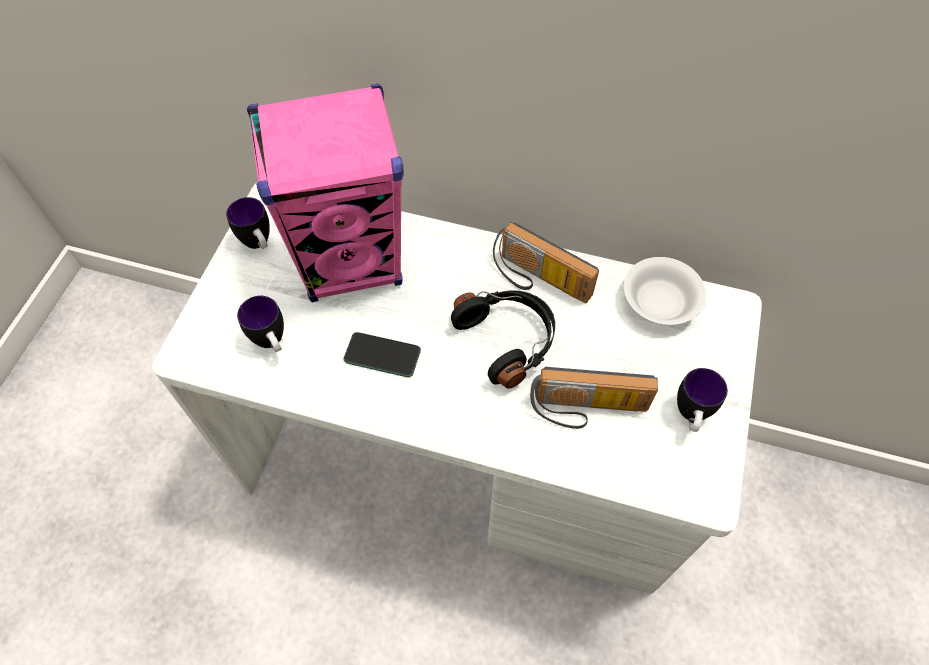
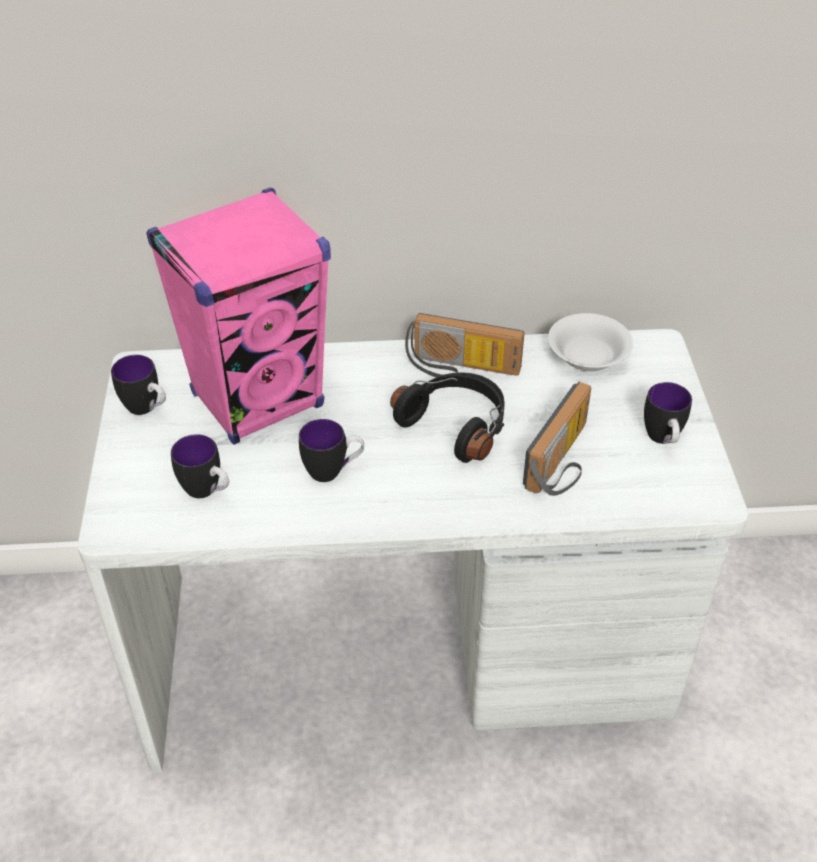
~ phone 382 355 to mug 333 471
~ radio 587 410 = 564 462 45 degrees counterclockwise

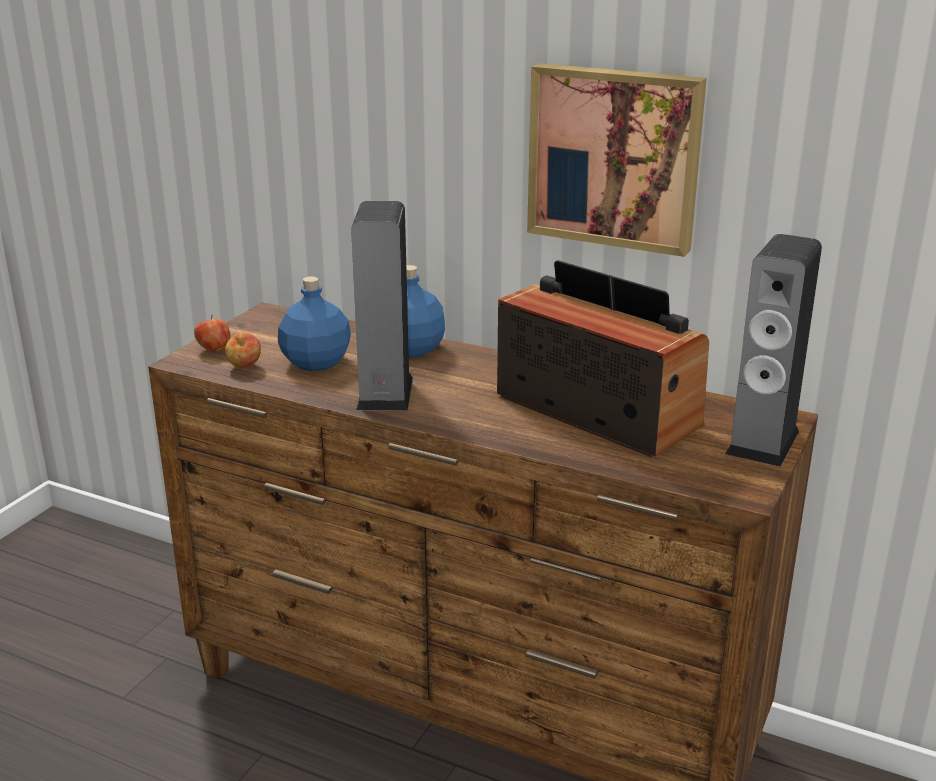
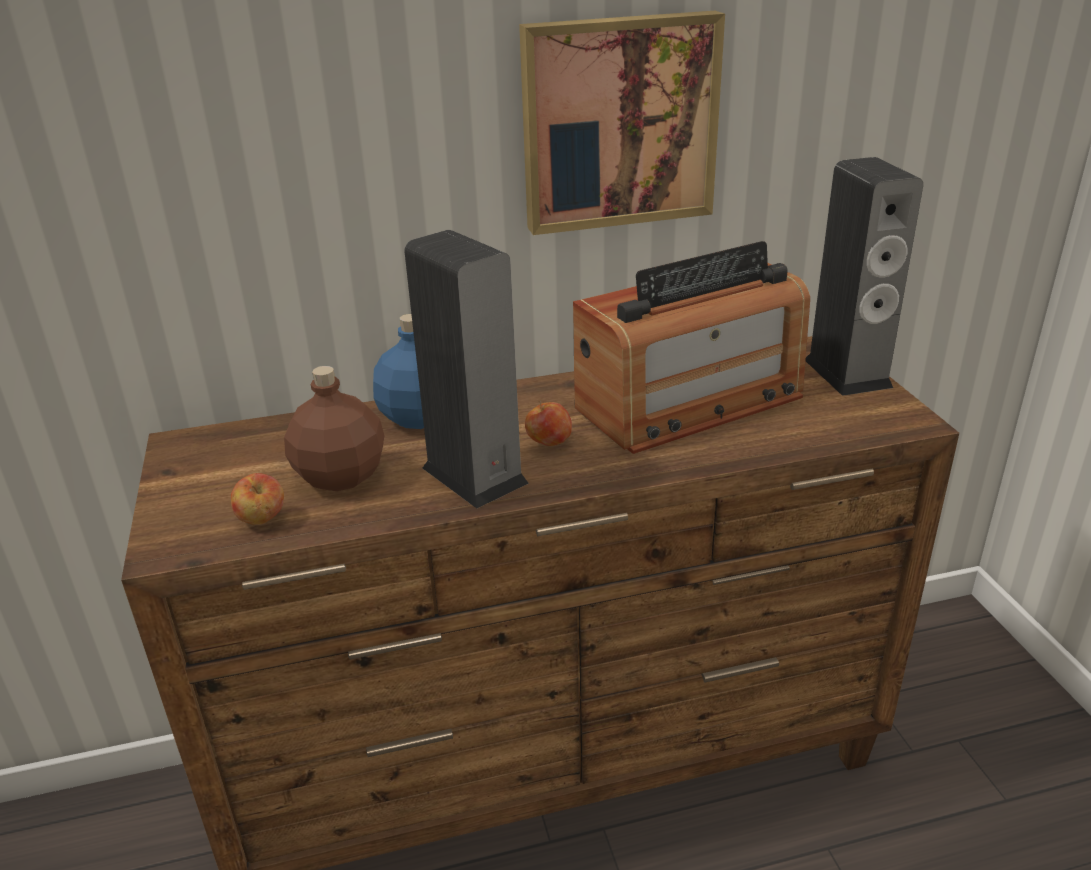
~ blue bottle 315 362 to brown bottle 339 476
~ apple 214 350 to 548 443
~ radio 598 411 = 690 402 150 degrees clockwise

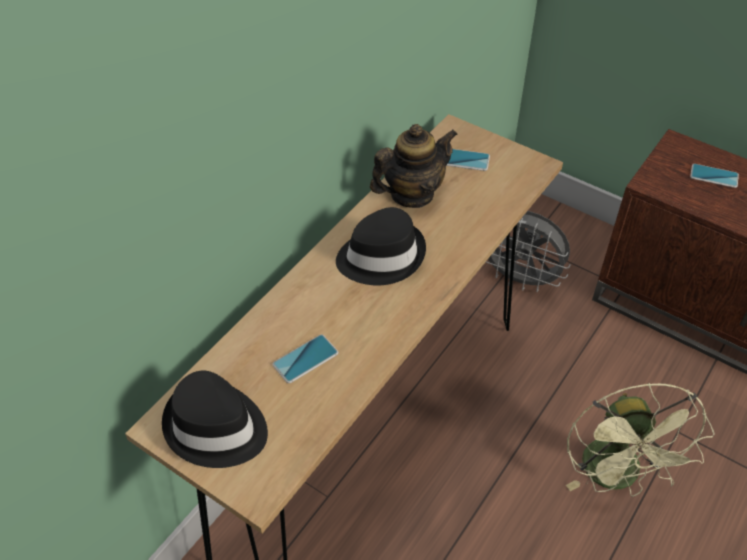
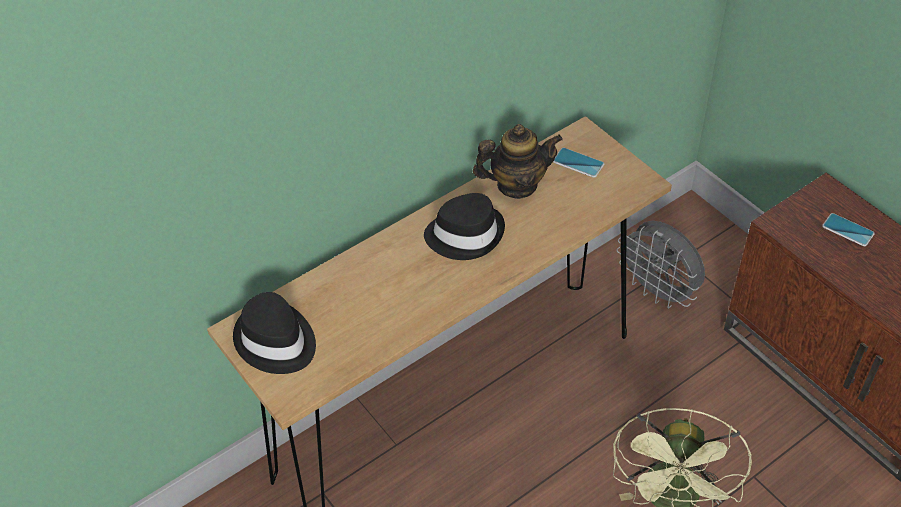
- phone 305 359

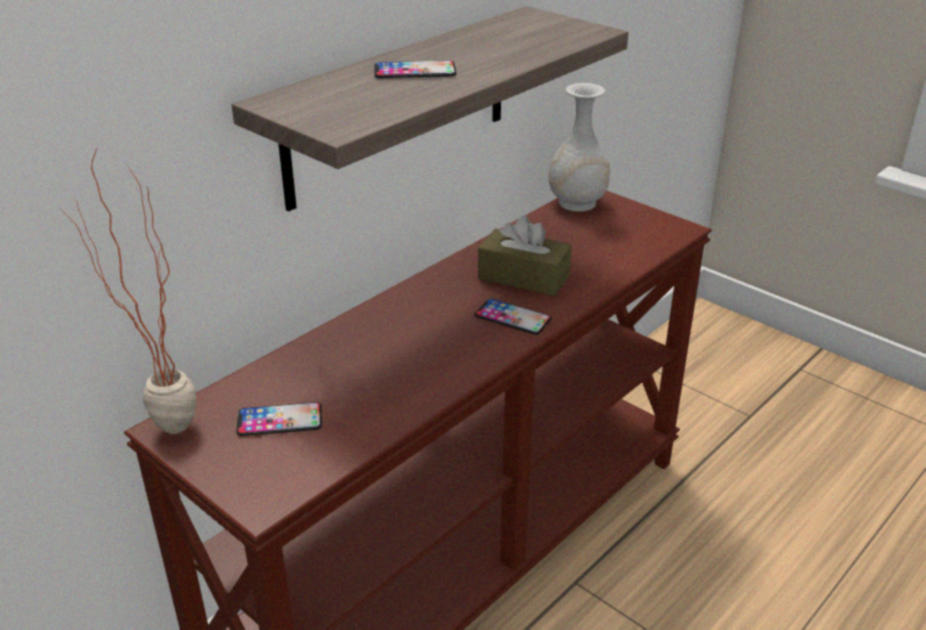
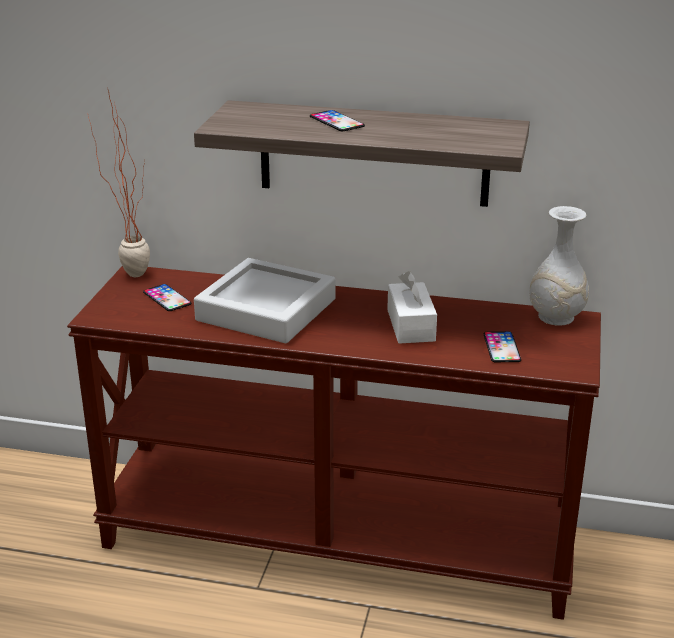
+ grey tray 266 310
~ brown tissue box 523 277 to white tissue box 411 325
~ phone 512 317 to 501 347

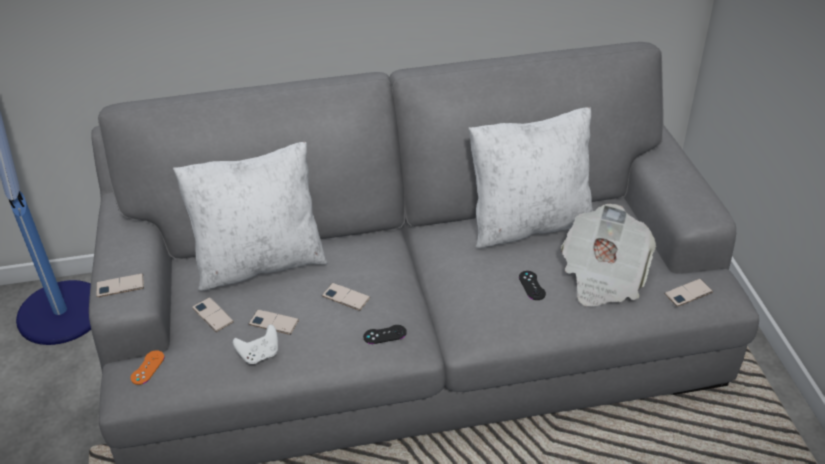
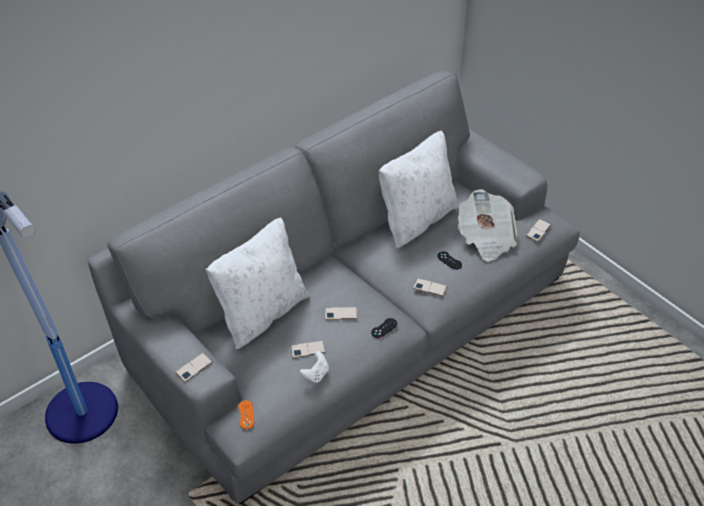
~ phone 212 315 to 429 287

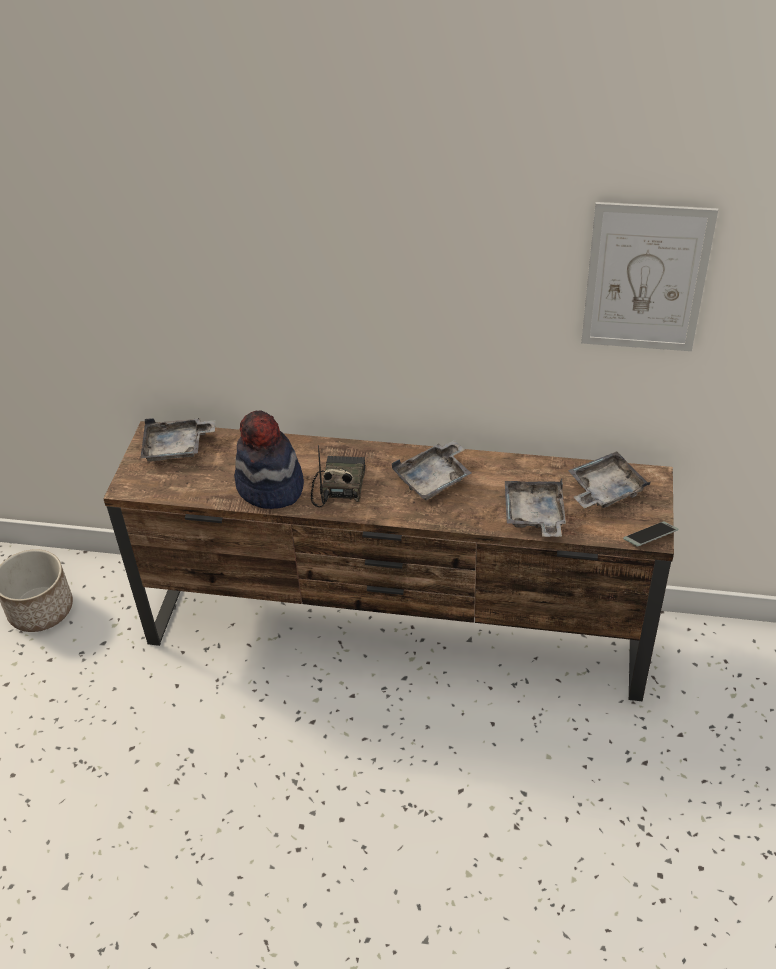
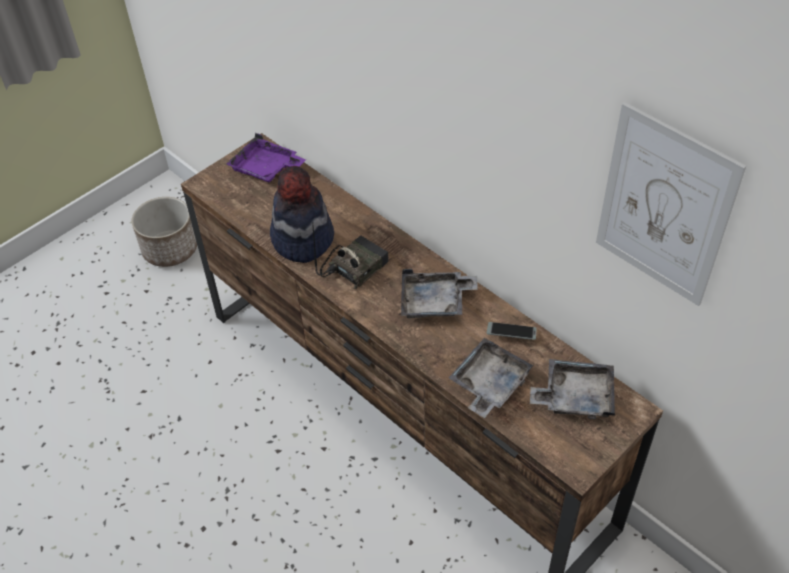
~ grey tray 177 447 to purple tray 266 168
~ phone 649 538 to 511 334

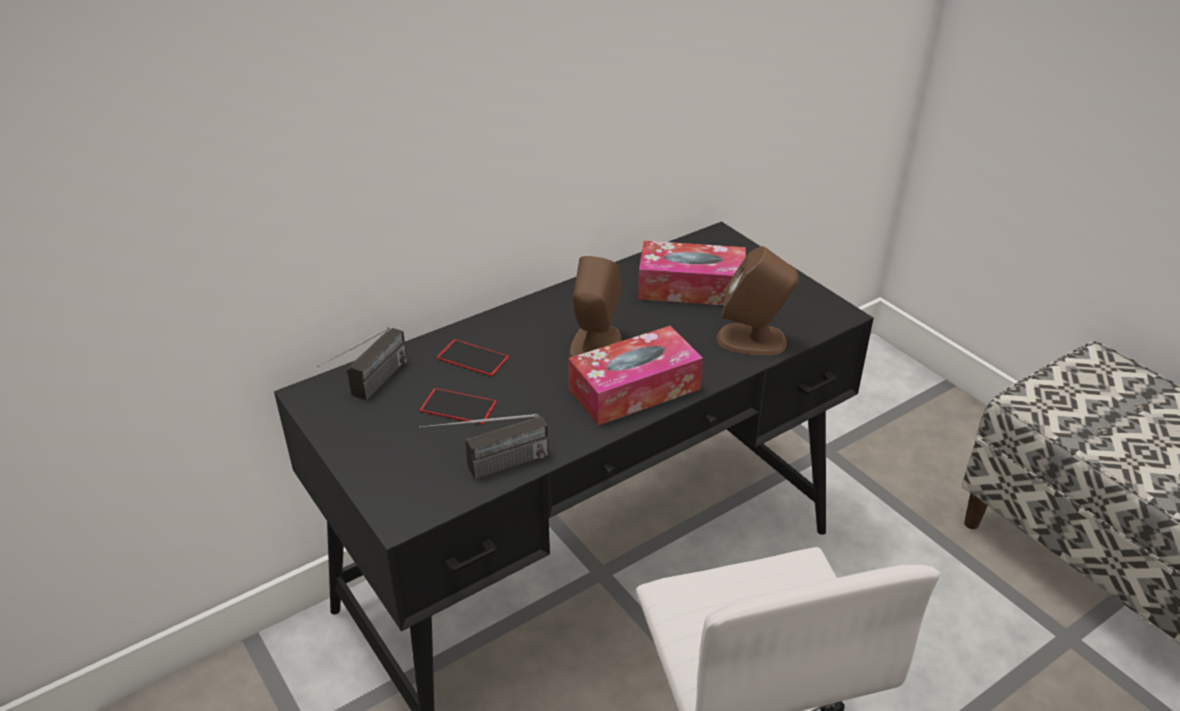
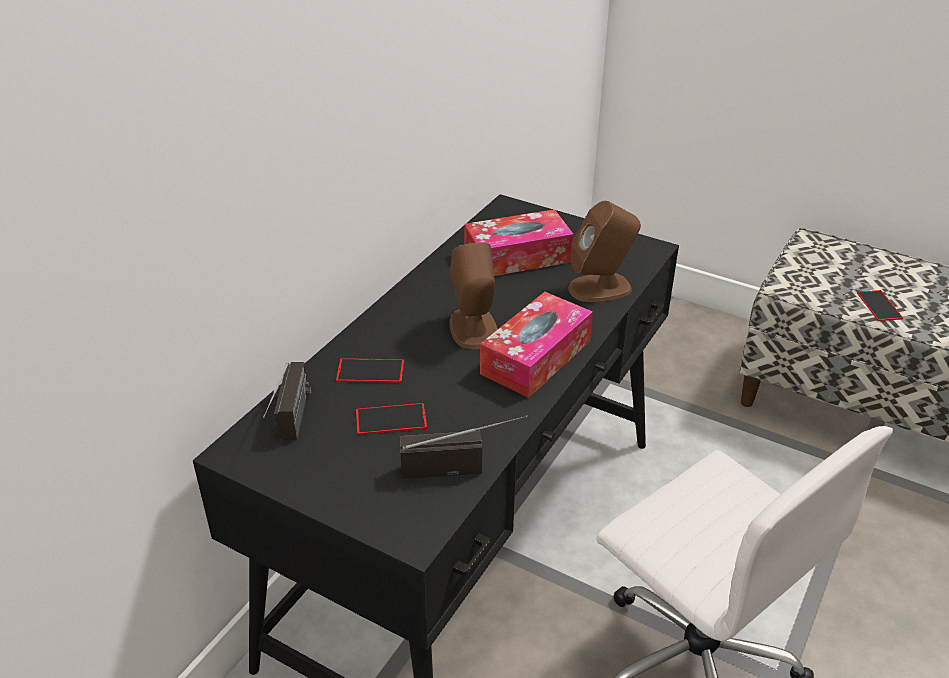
~ radio 489 469 = 462 466 135 degrees counterclockwise
+ phone 879 305

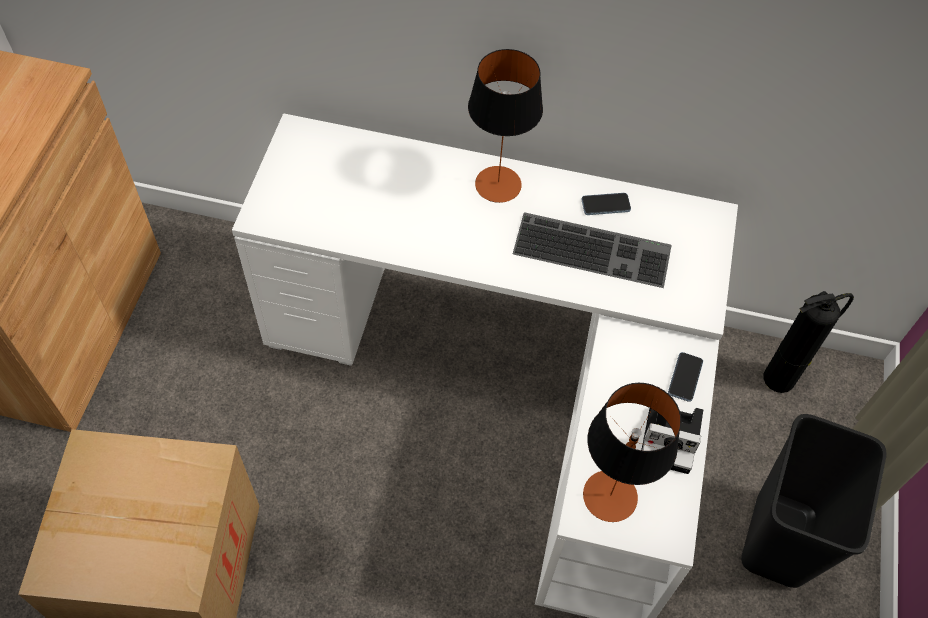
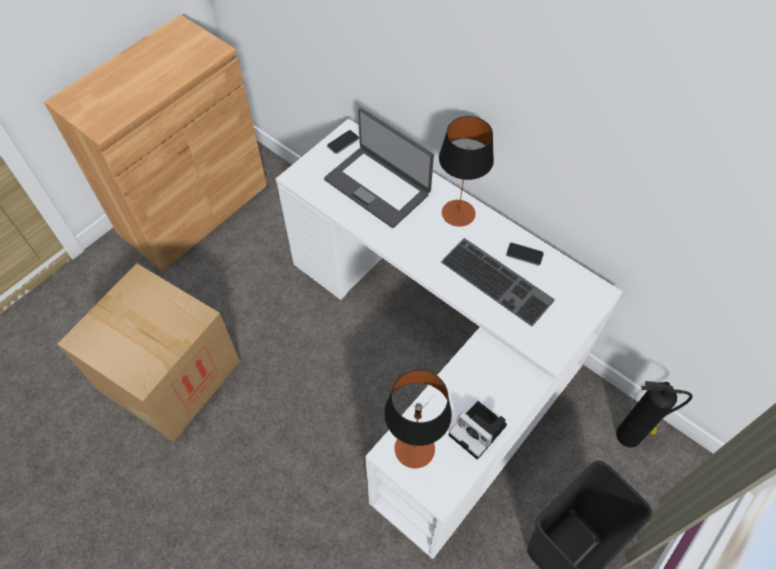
+ laptop 378 186
~ phone 685 377 to 343 142

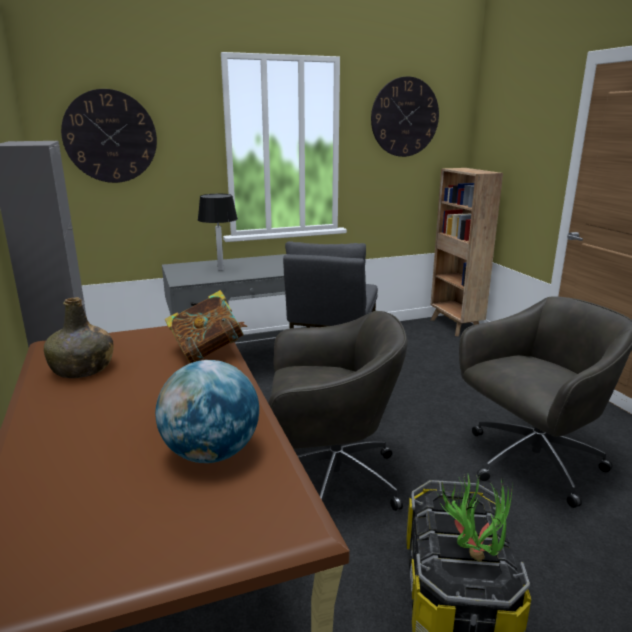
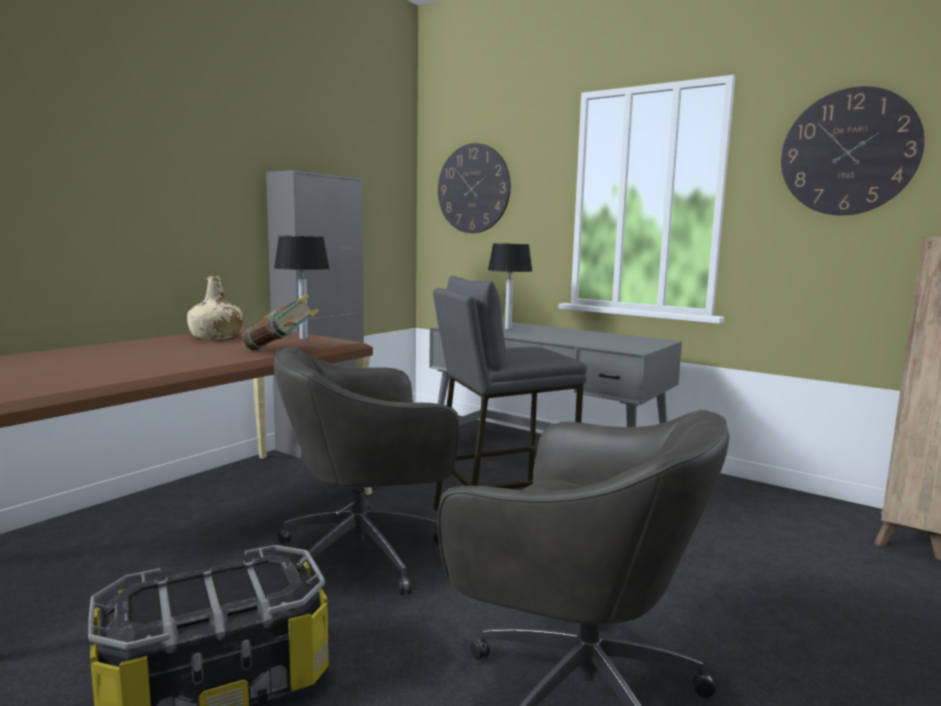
~ green bottle 83 369 to beige bottle 216 337
~ grey office chair 330 481 = 365 554 105 degrees clockwise
+ table lamp 304 338
- globe 211 453
- potted plant 471 551

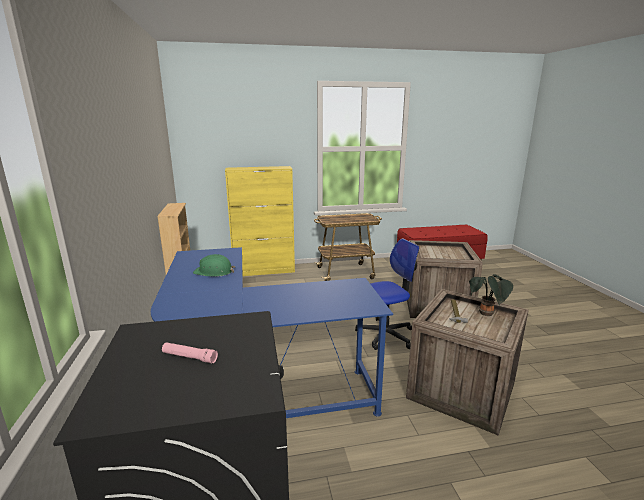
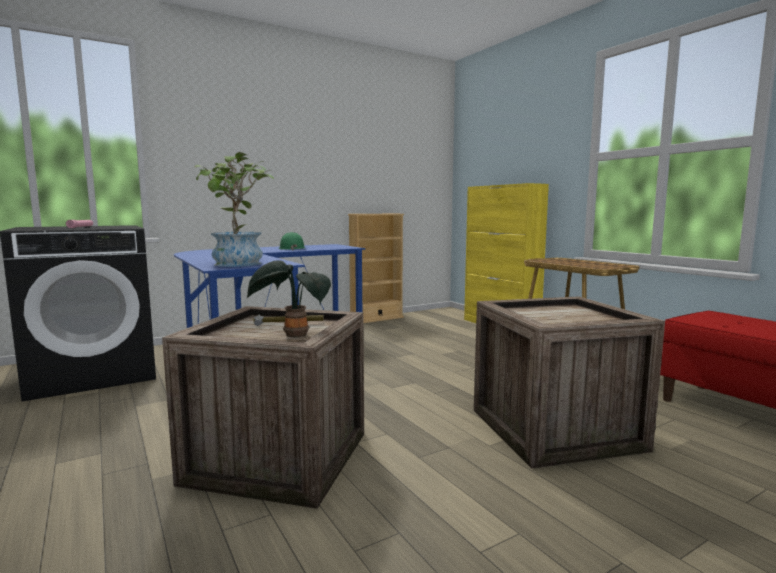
+ potted plant 238 264
- office chair 386 335

